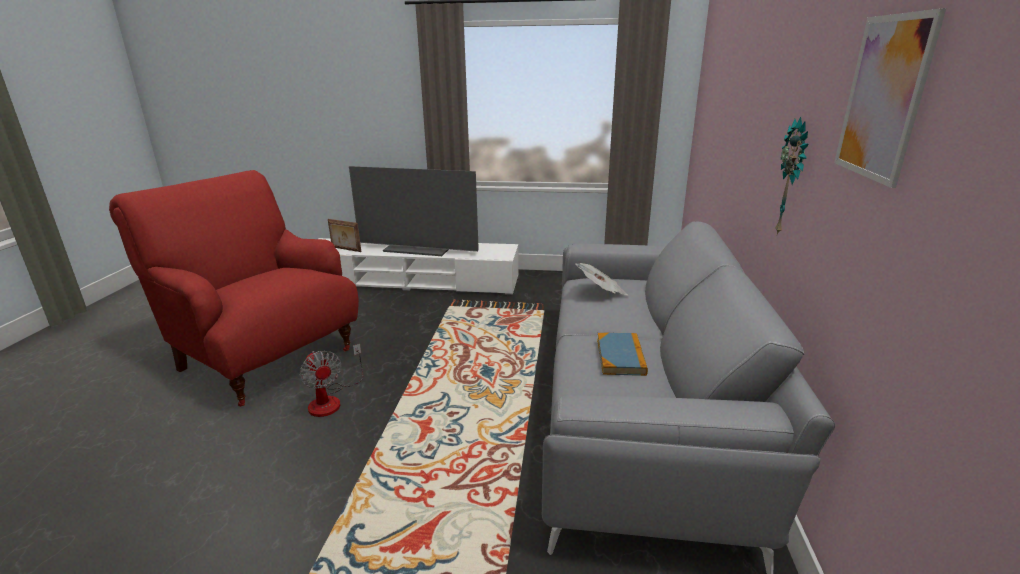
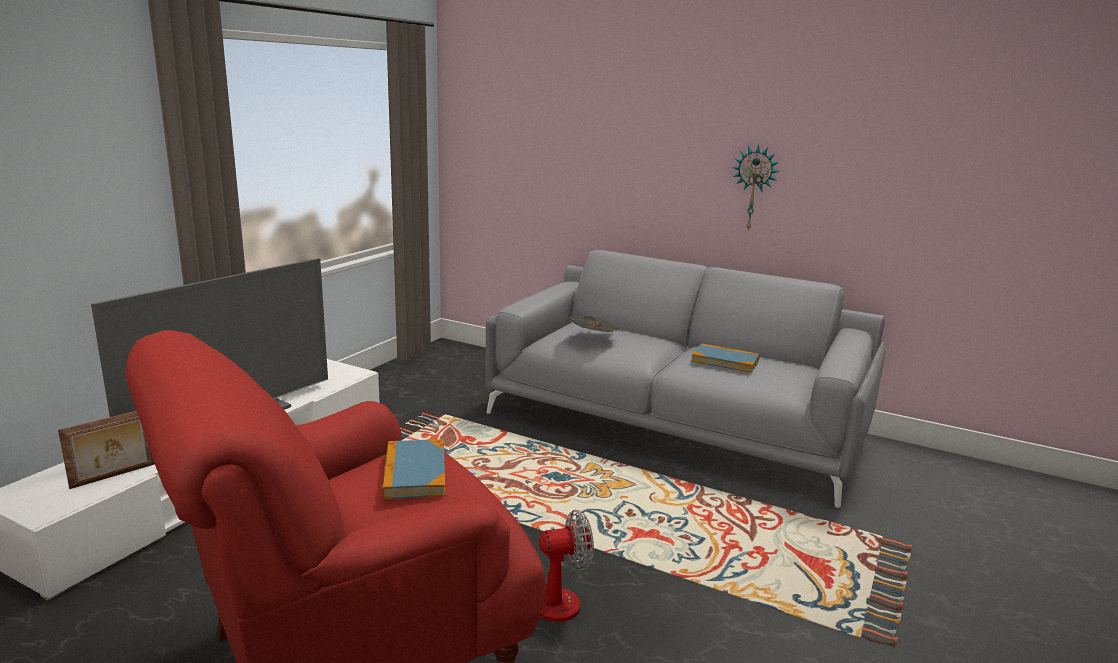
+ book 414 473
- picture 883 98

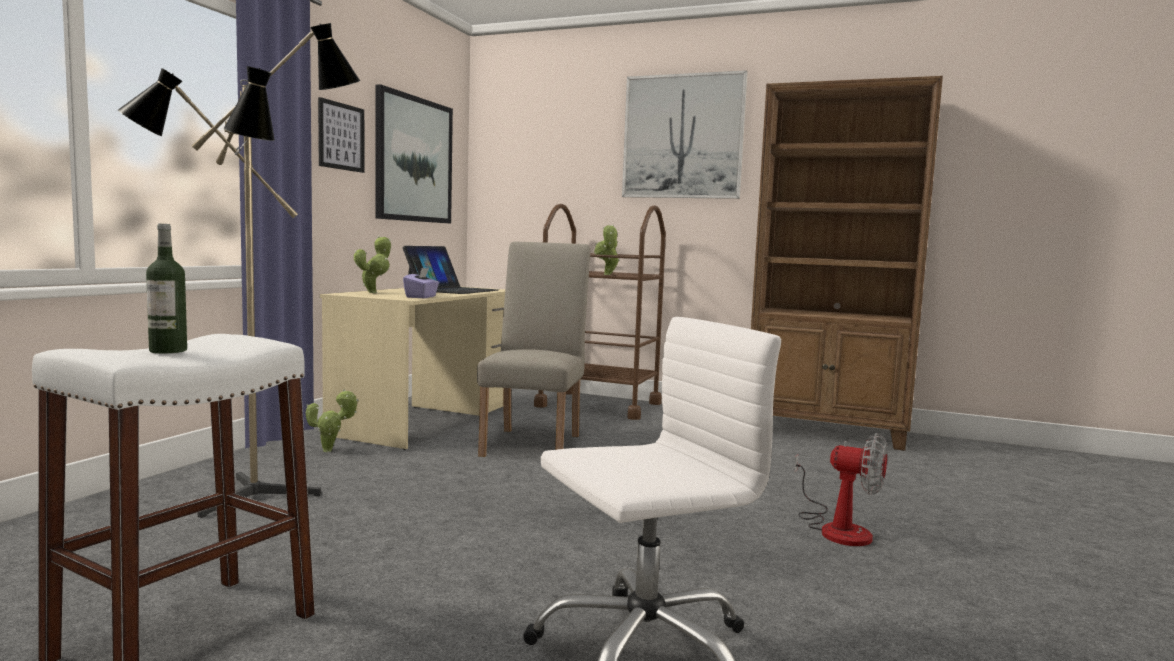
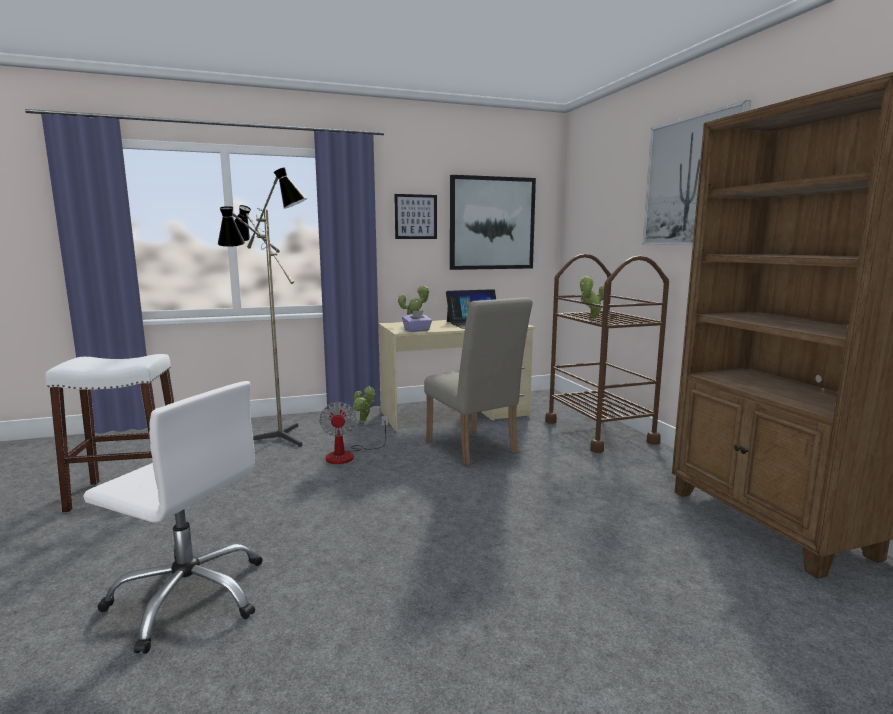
~ fan 837 528 to 348 455
~ beige chair 535 442 = 474 449 90 degrees clockwise
- bottle 168 351

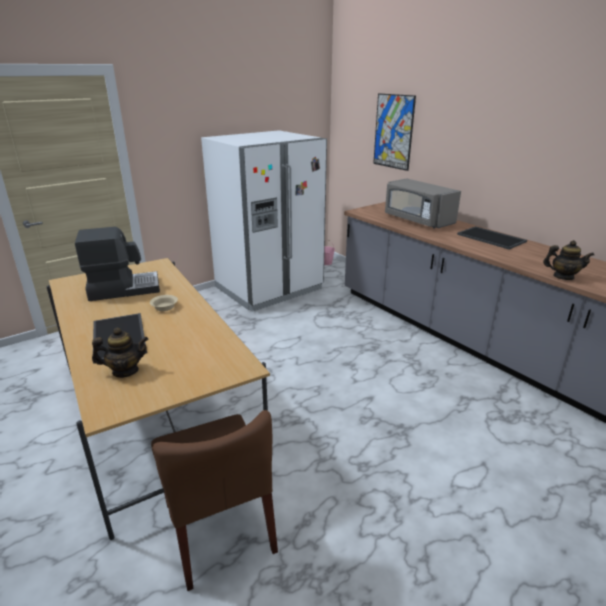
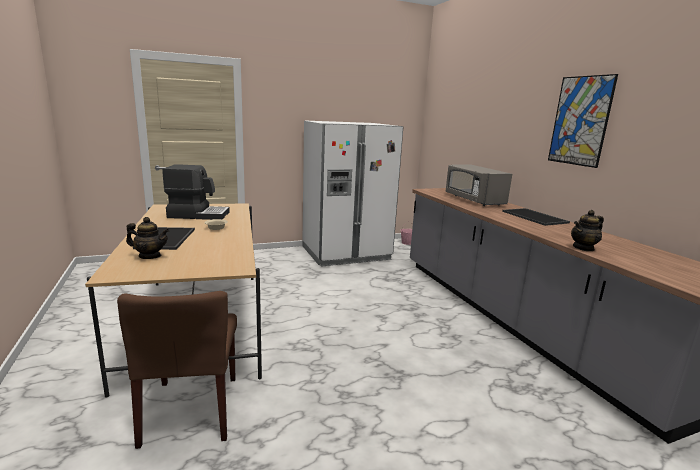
~ picture 393 131 to 580 121
~ teapot 563 277 = 583 248 120 degrees clockwise

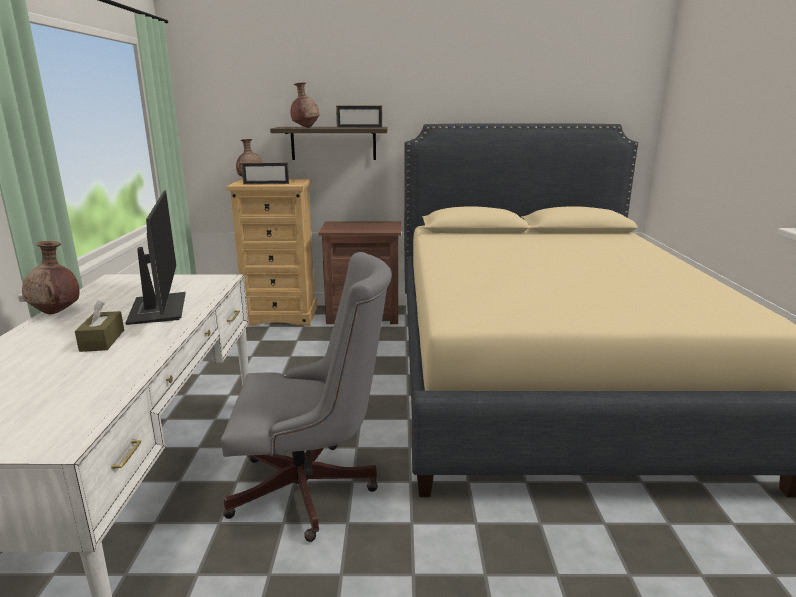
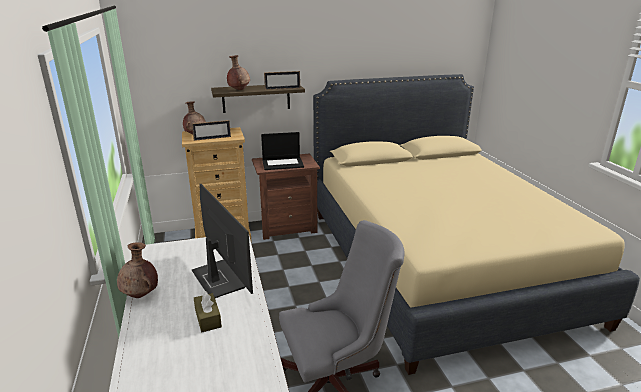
+ laptop 283 163

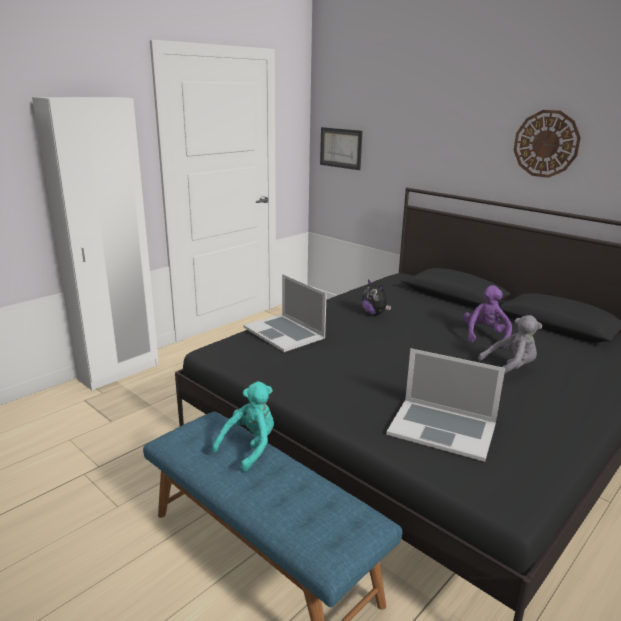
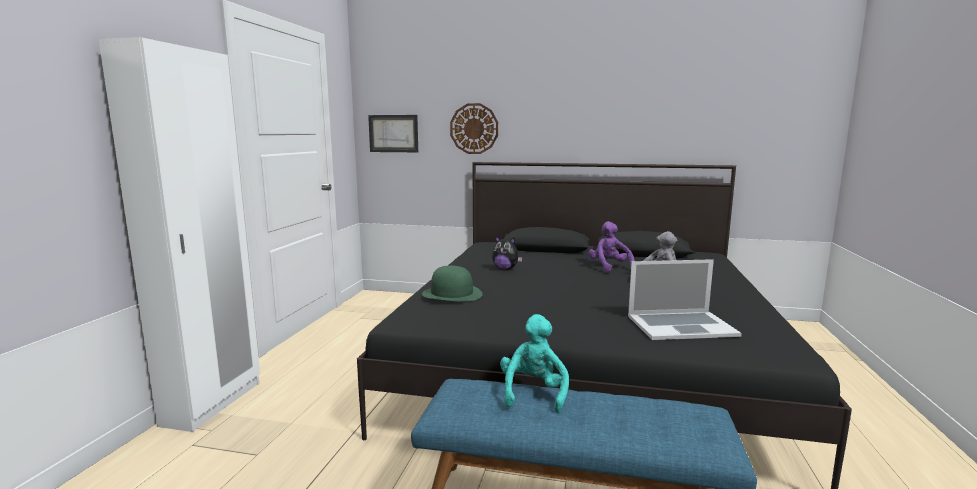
~ laptop 284 332 to green hat 452 294
~ wall clock 546 144 to 474 128

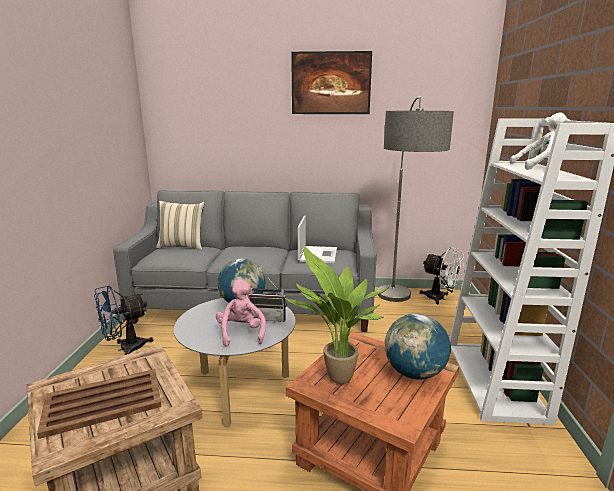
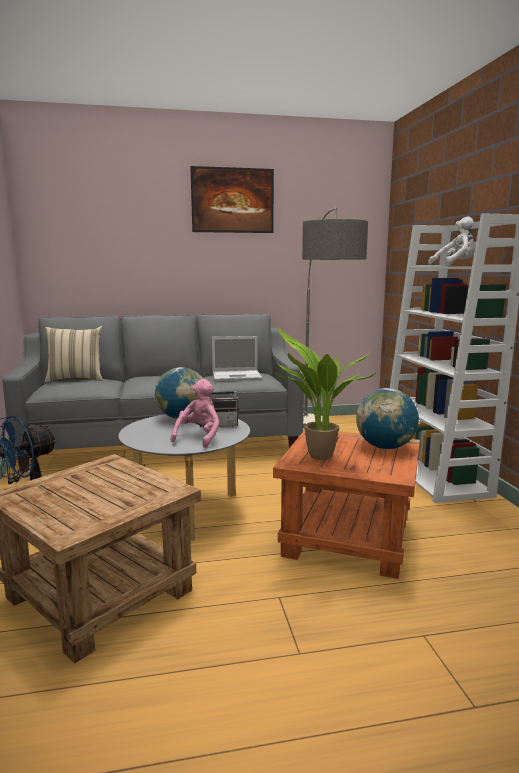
~ pink plush toy 241 333 = 199 437 45 degrees clockwise
~ laptop 318 255 = 237 376 90 degrees clockwise
- brown tray 102 402
- white fan 440 298

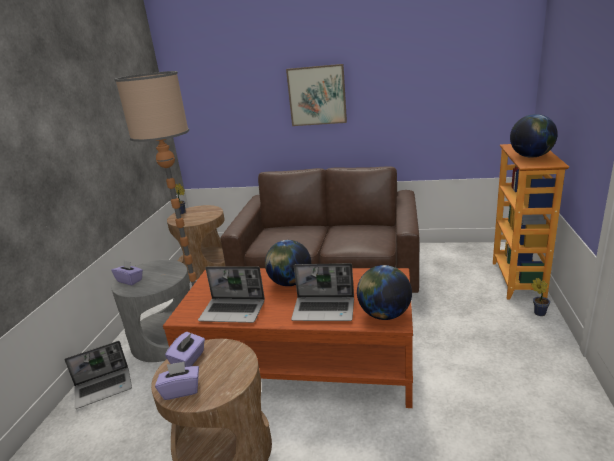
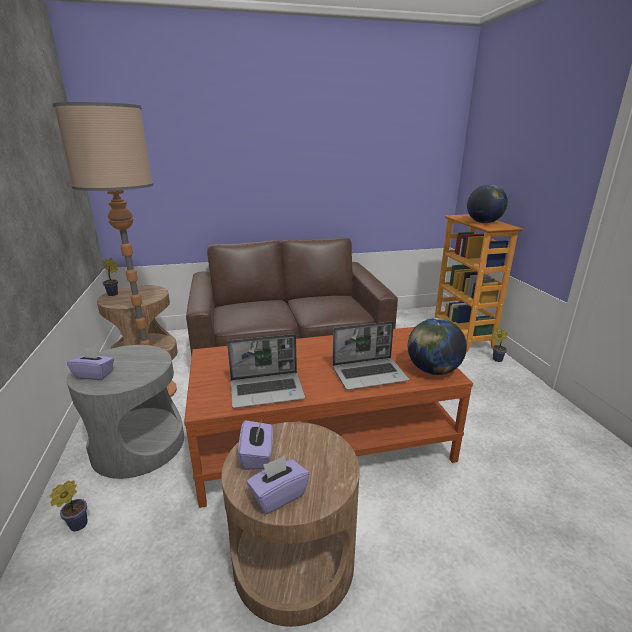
~ laptop 104 387 to potted plant 76 526
- globe 290 283
- picture 317 95

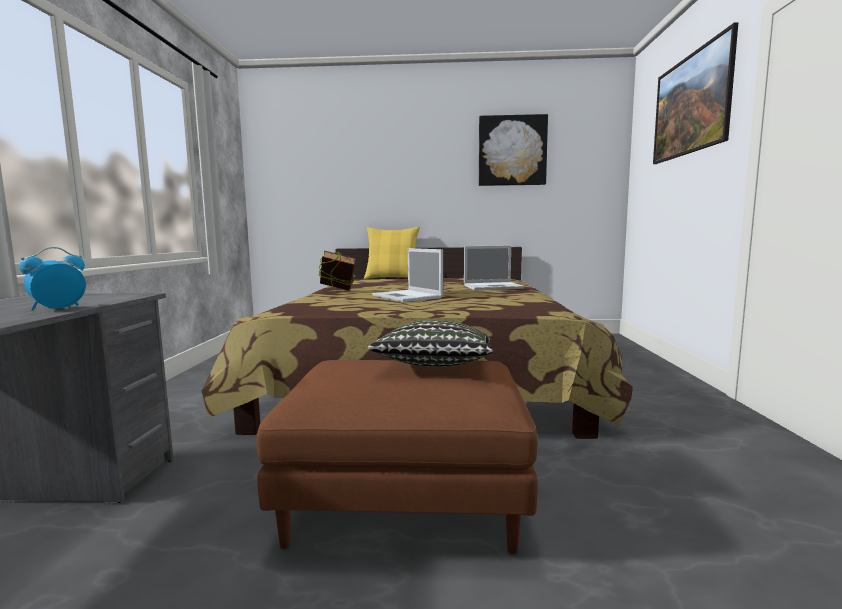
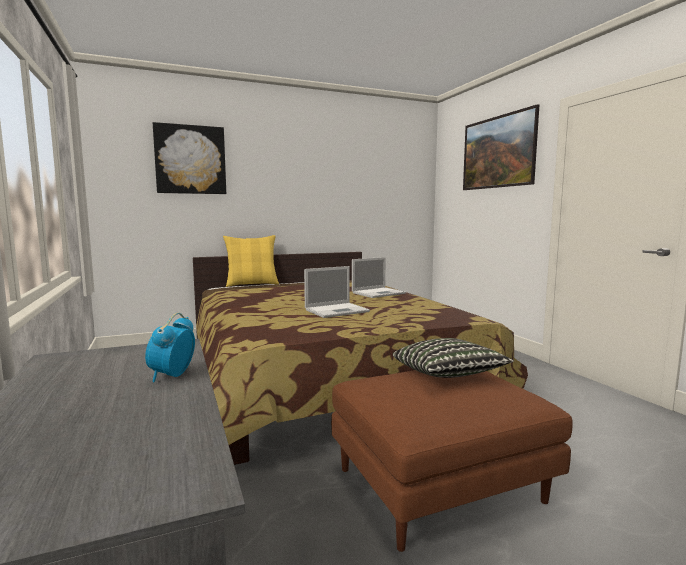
~ picture 512 151 to 190 160
~ laptop 408 297 = 337 310 60 degrees counterclockwise
- book 338 292

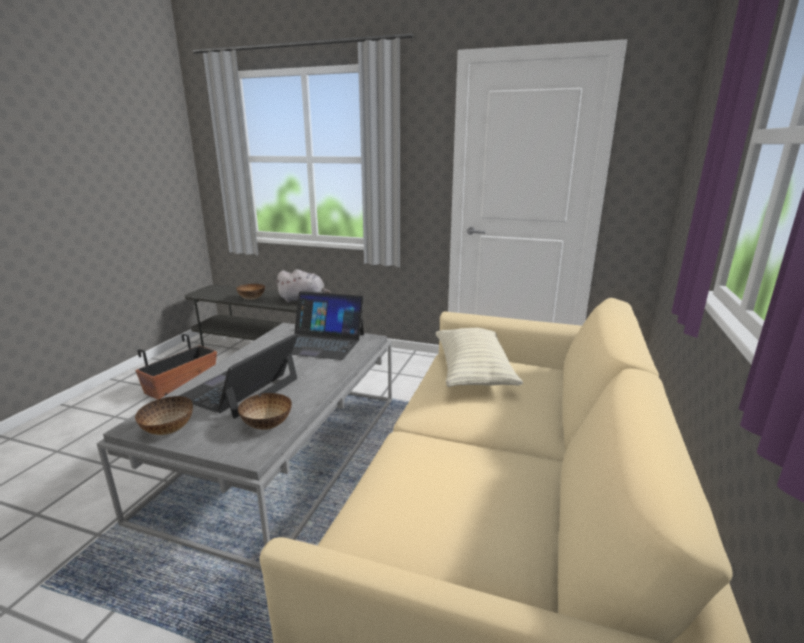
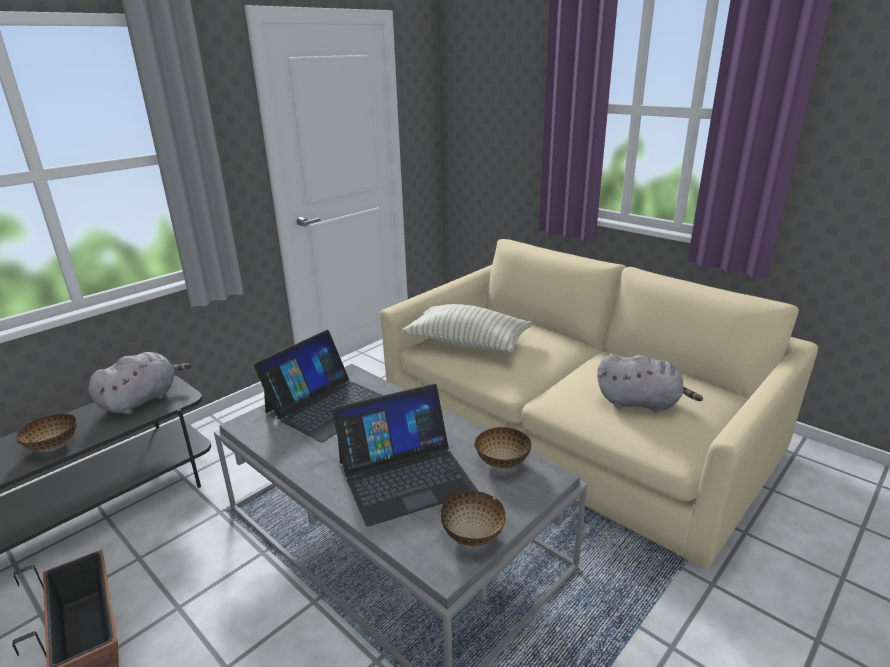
~ laptop 240 389 = 405 475 75 degrees counterclockwise
+ grey plush toy 641 403

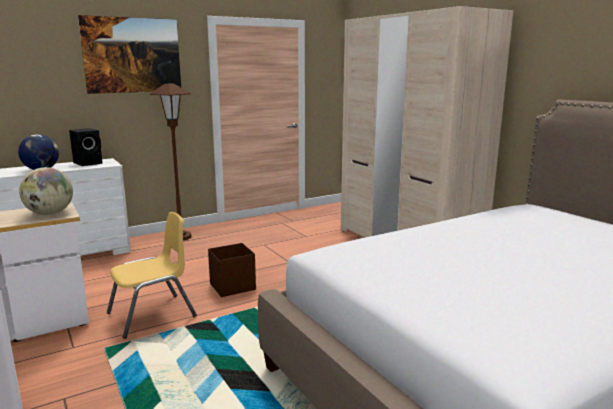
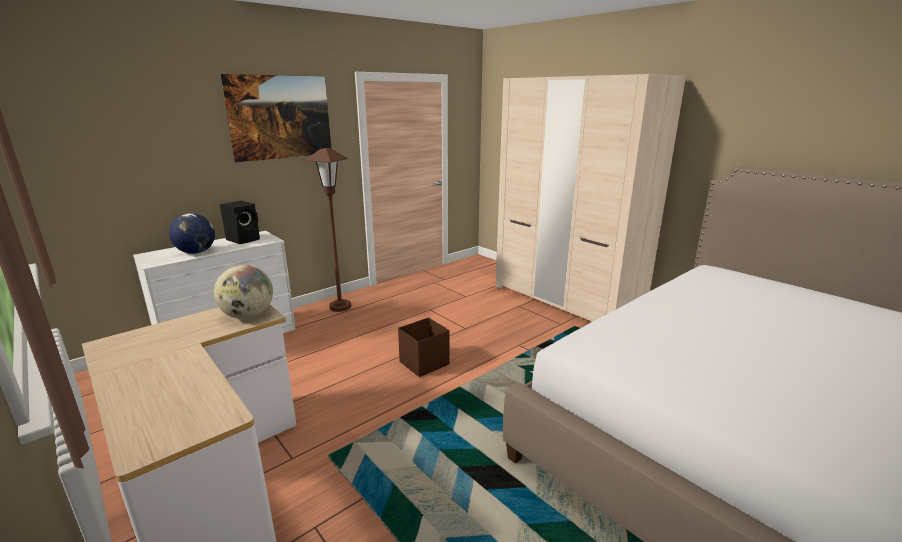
- yellow chair 152 315

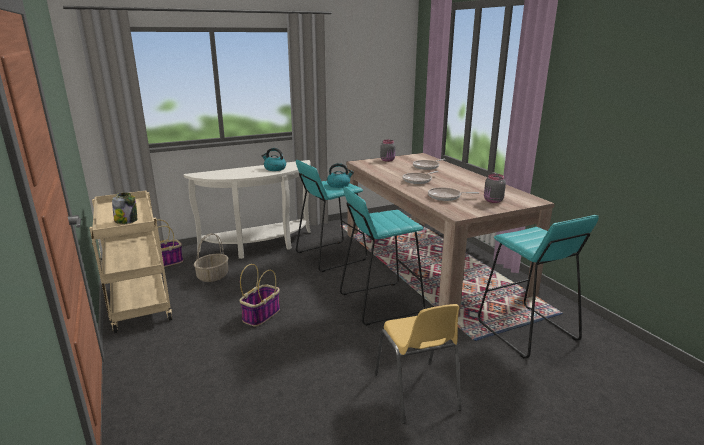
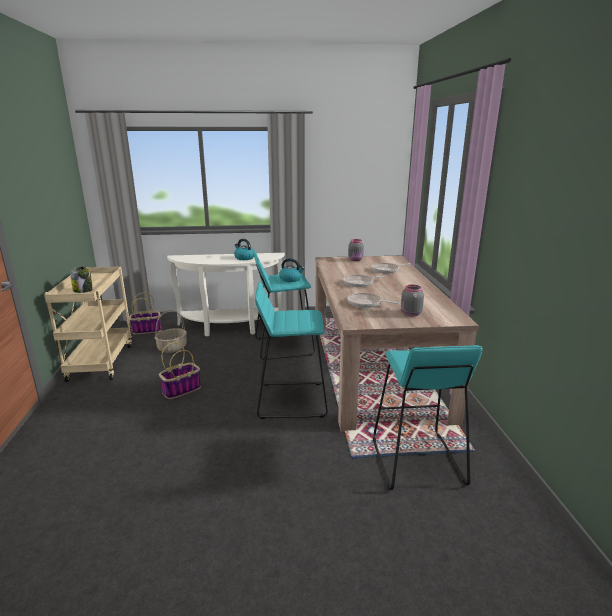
- yellow chair 416 392

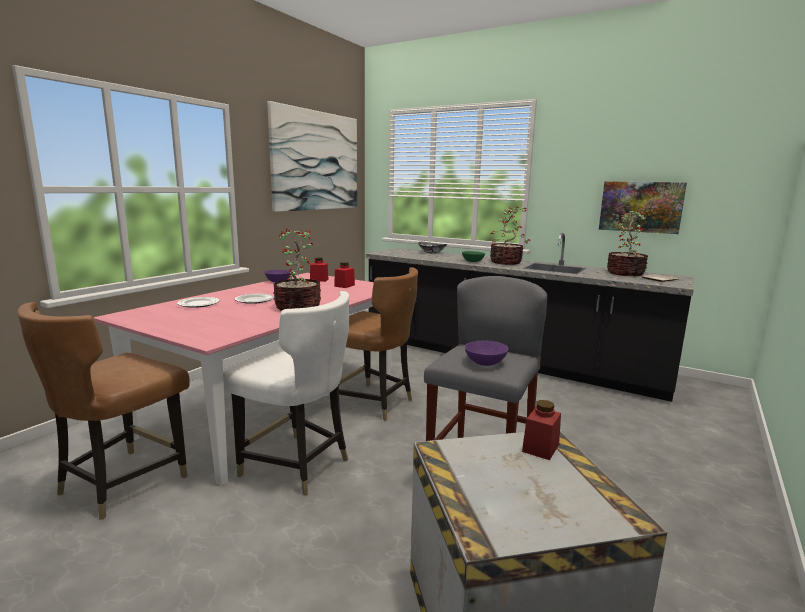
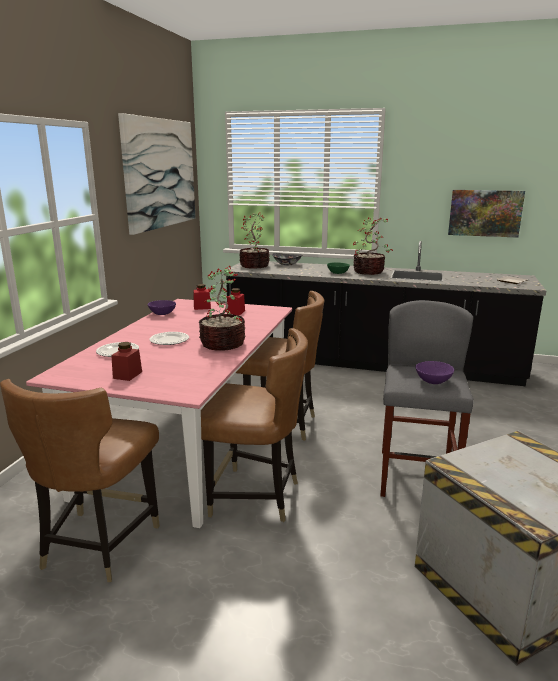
~ red jar 540 448 to 127 375
~ white chair 296 465 to brown chair 254 496
~ potted plant 625 273 to 254 265

